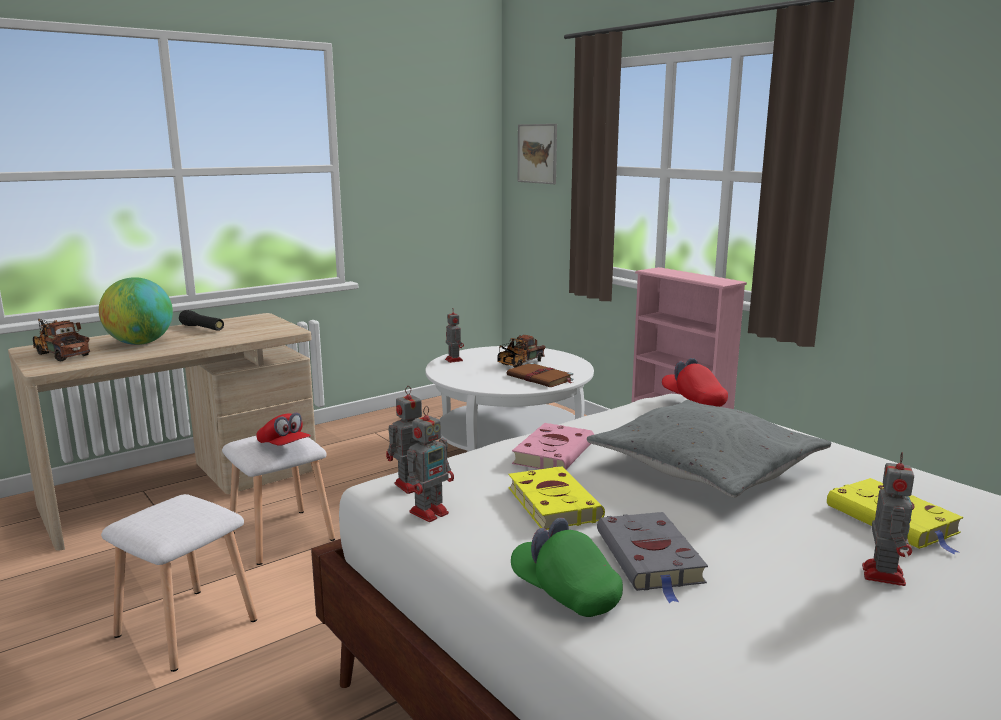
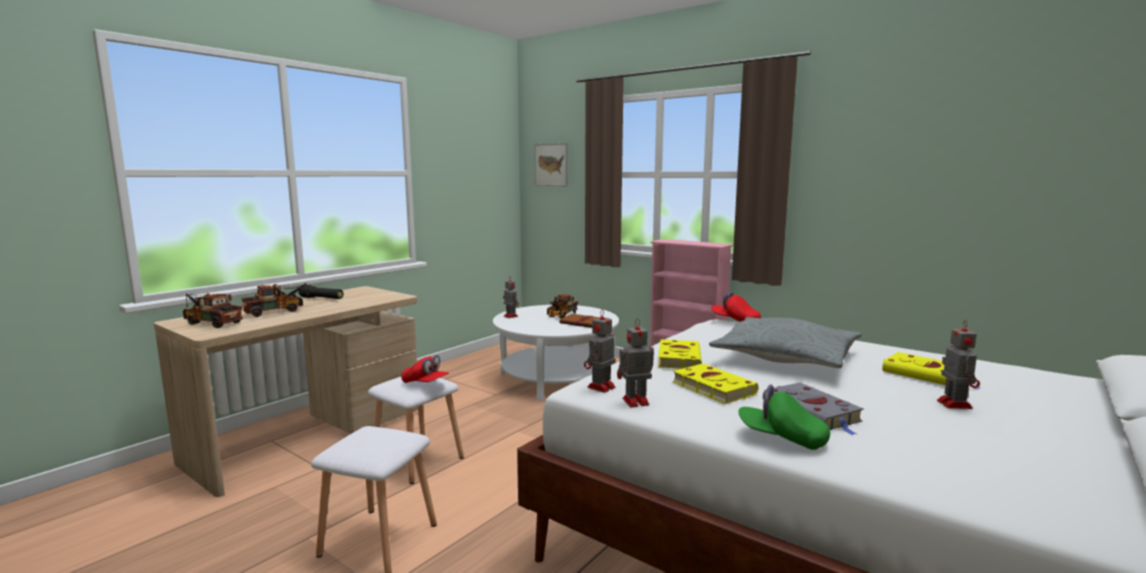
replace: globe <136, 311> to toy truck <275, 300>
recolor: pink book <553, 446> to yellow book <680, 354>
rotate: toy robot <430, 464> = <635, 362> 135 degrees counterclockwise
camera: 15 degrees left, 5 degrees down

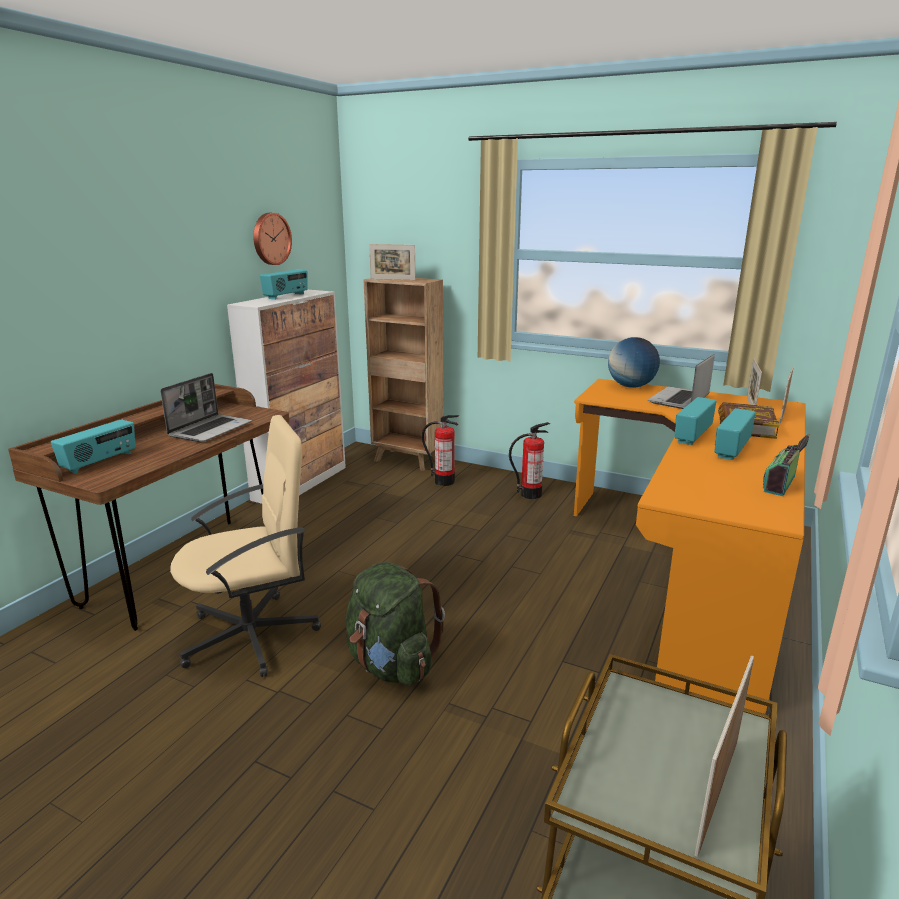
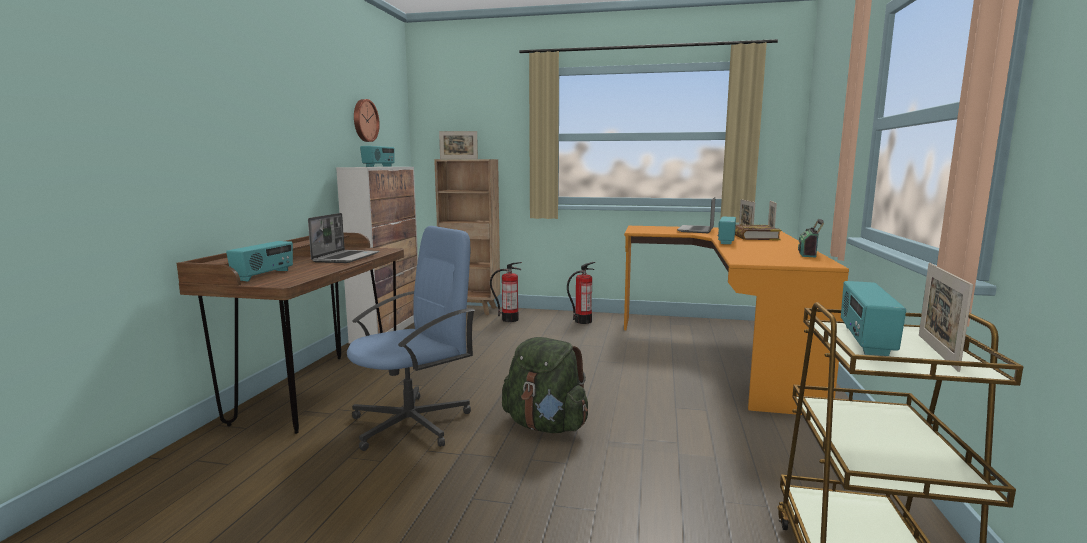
delete: globe <634, 362>
move: radio <735, 434> to <873, 318>
recolor: beige office chair <245, 546> to blue office chair <411, 338>
camera: 15 degrees left, 10 degrees down

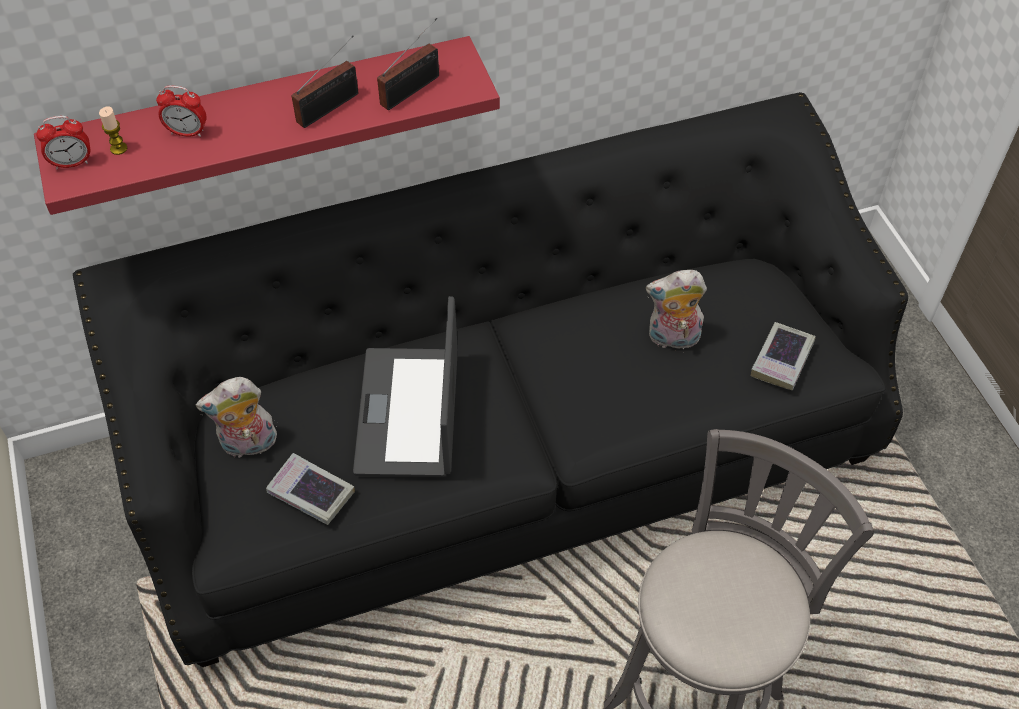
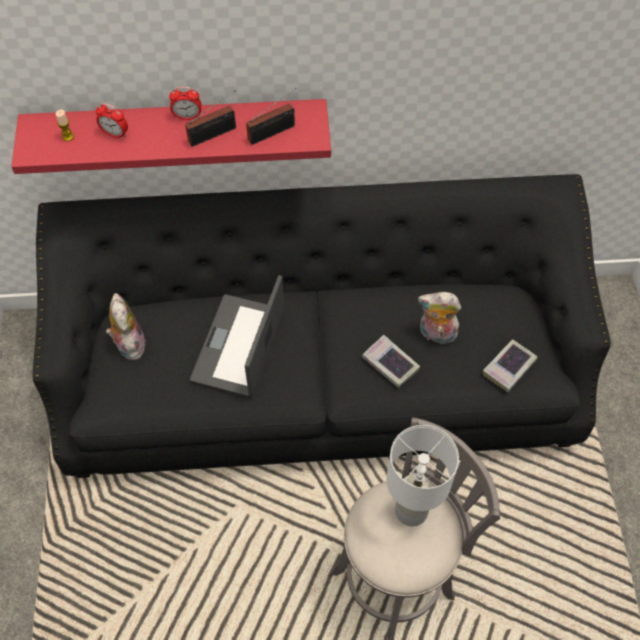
insert: white table lamp <422, 476>
move: alarm clock <63, 143> to <185, 103>; book <310, 489> to <391, 361>
rotate: plush toy <236, 417> = <126, 326> 75 degrees clockwise
camera: 15 degrees right, 5 degrees up

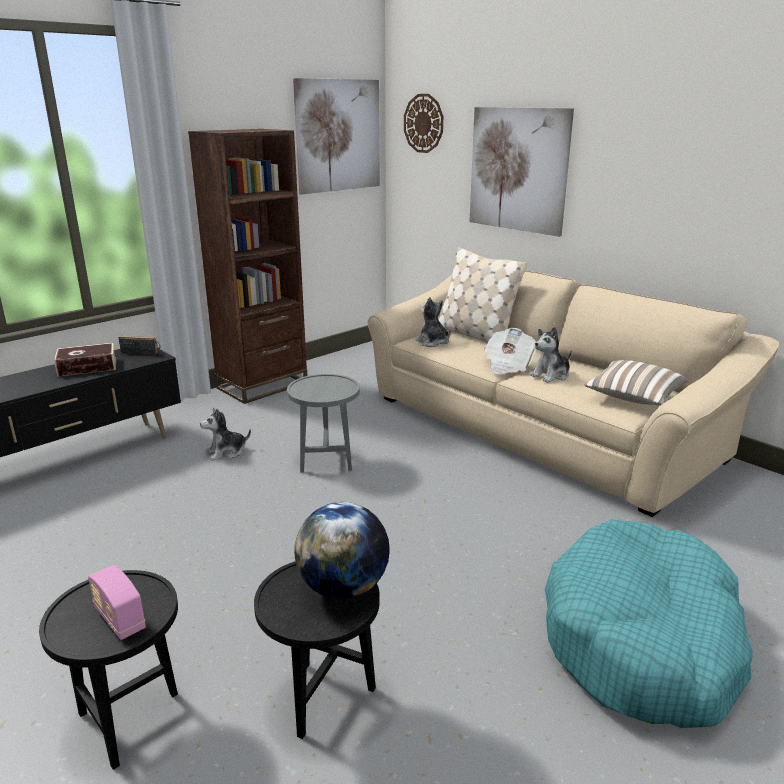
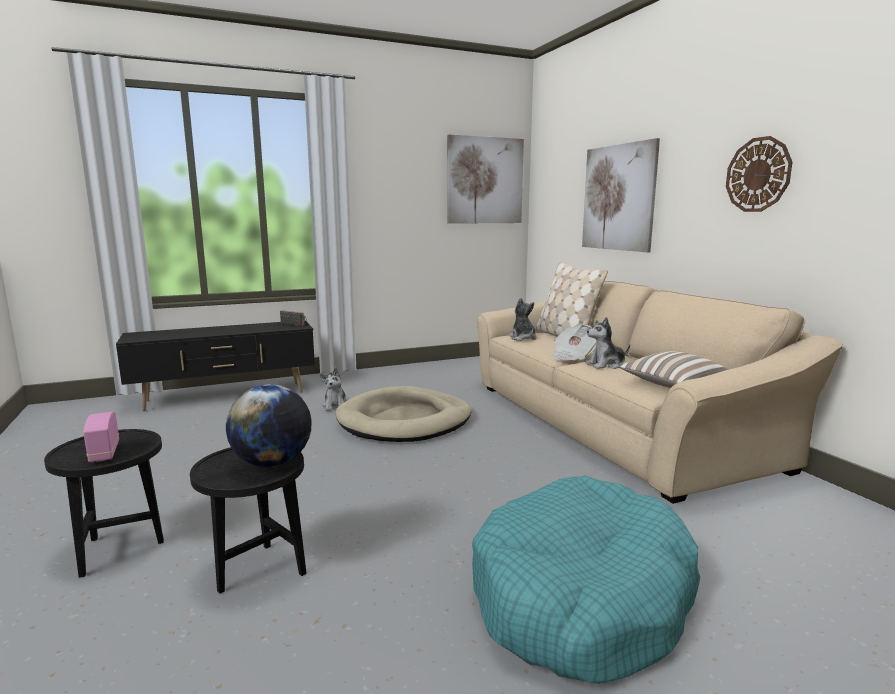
delete: book <85, 360>; brown bookcase <247, 266>
move: wall clock <423, 123> to <759, 174>
replace: grey side table <323, 423> to beige dog bed <404, 414>
rotate: plush toy <225, 434> = <333, 389> 90 degrees counterclockwise
camera: 20 degrees right, 10 degrees down

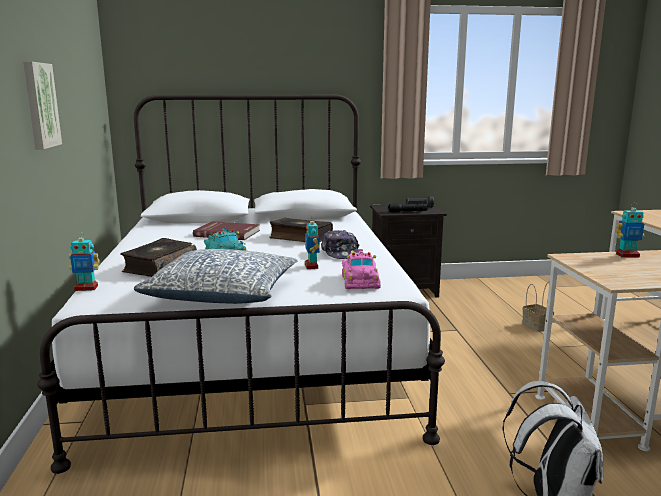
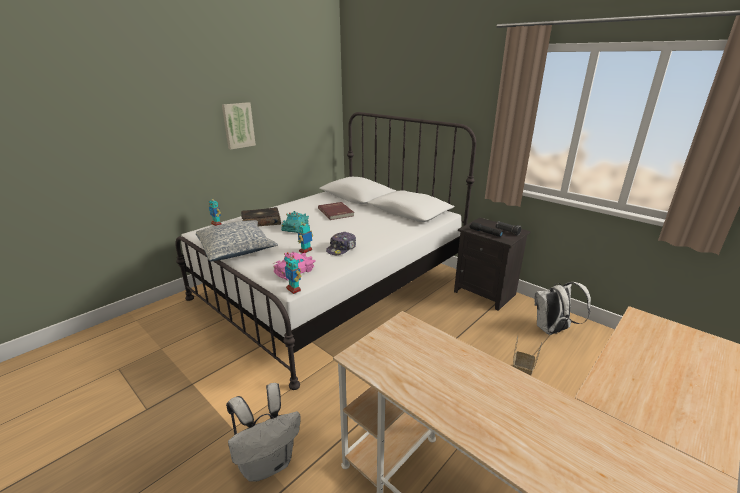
delete: book <301, 230>
insert: white backpack <562, 308>
move: toy robot <630, 230> to <293, 274>
camera: 50 degrees right, 10 degrees up

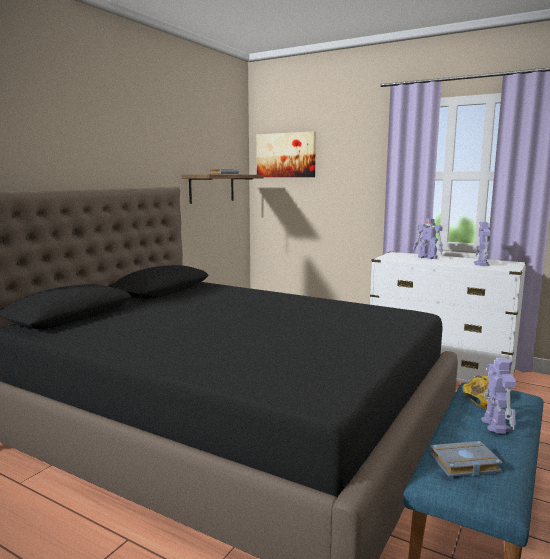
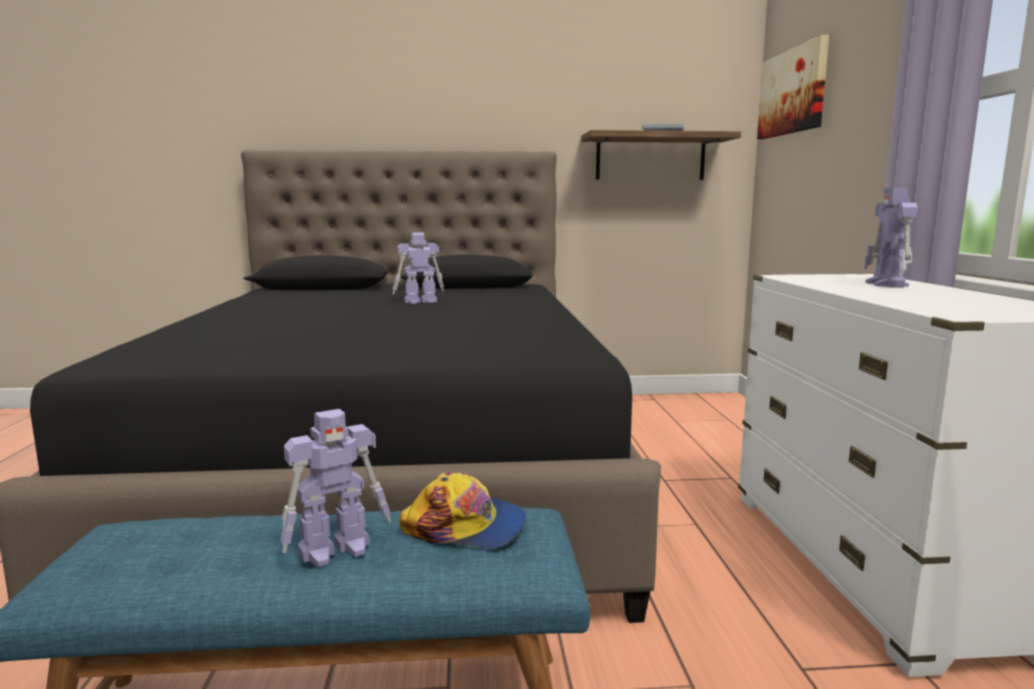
delete: grey book <466, 459>
move: toy robot <482, 244> to <418, 268>
camera: 55 degrees right, 0 degrees up

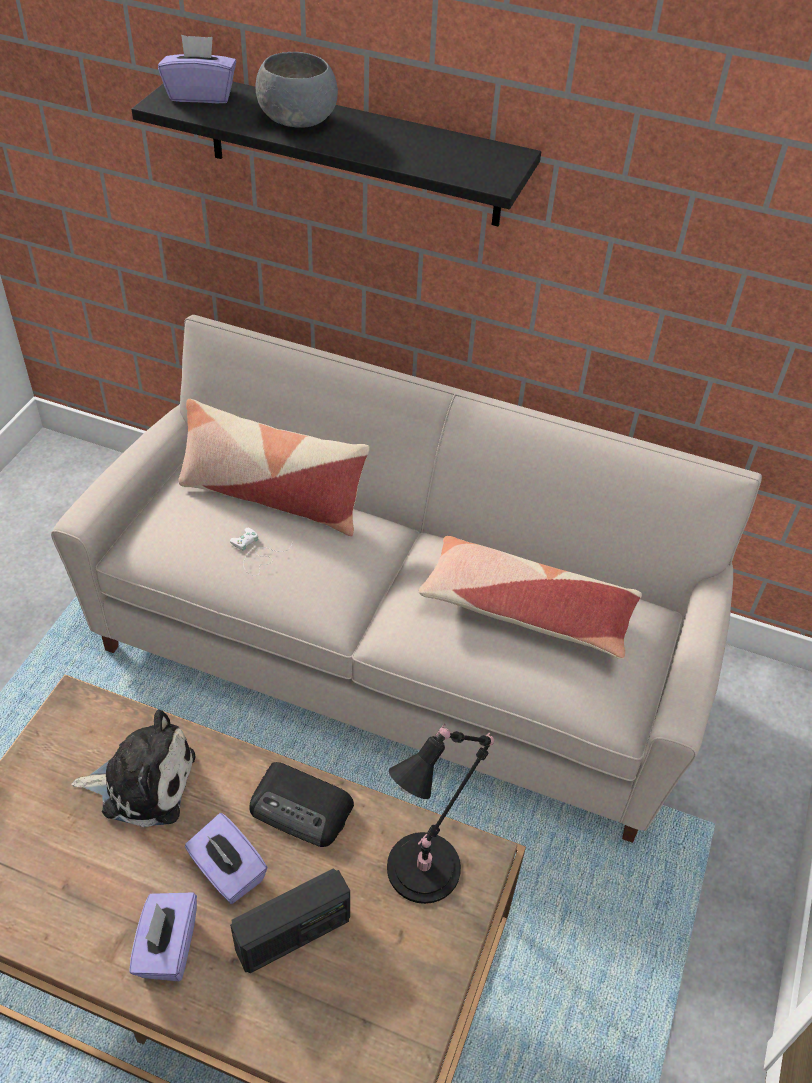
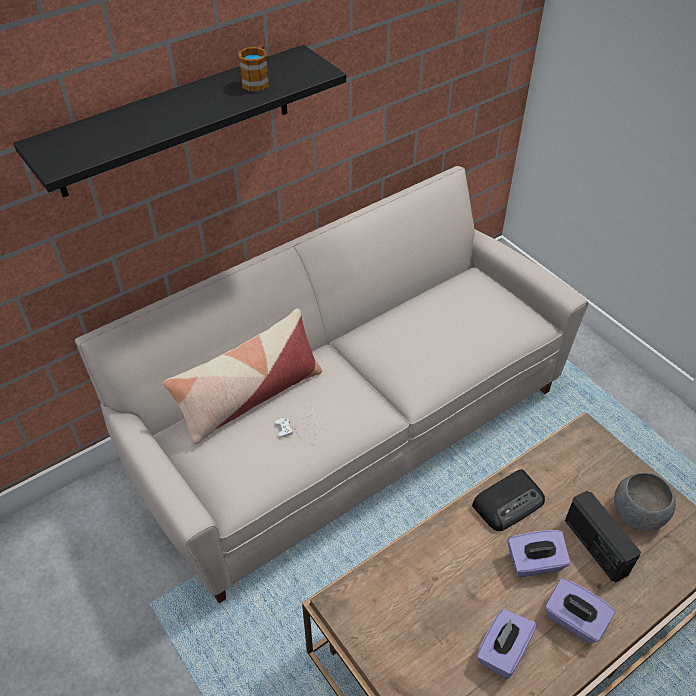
delete: plush toy <133, 768>; black table lamp <440, 813>; pillow <530, 597>
insert: mug <254, 68>
move: purple tissue box <197, 69> to <507, 644>; grey bowl <296, 90> to <645, 501>
rotate: radio <290, 920> = <603, 537> 150 degrees clockwise
camera: 55 degrees left, 0 degrees up

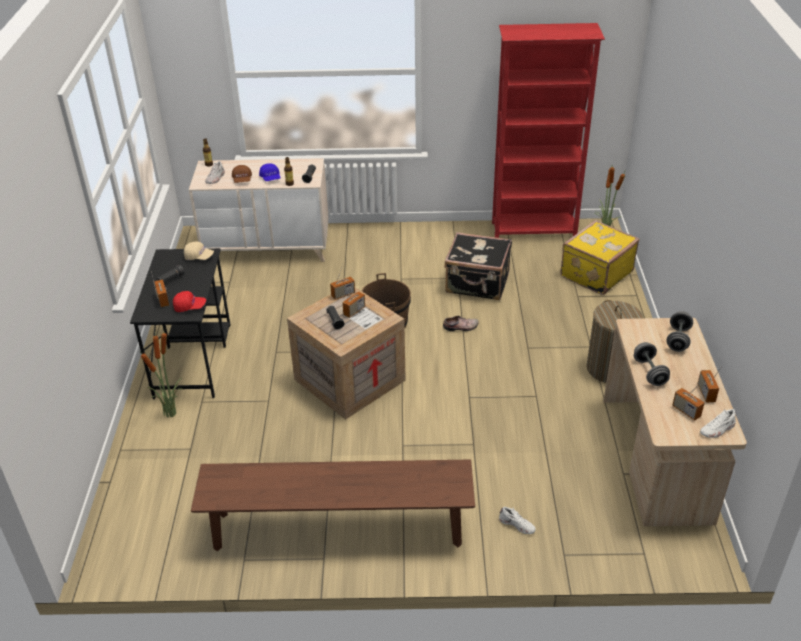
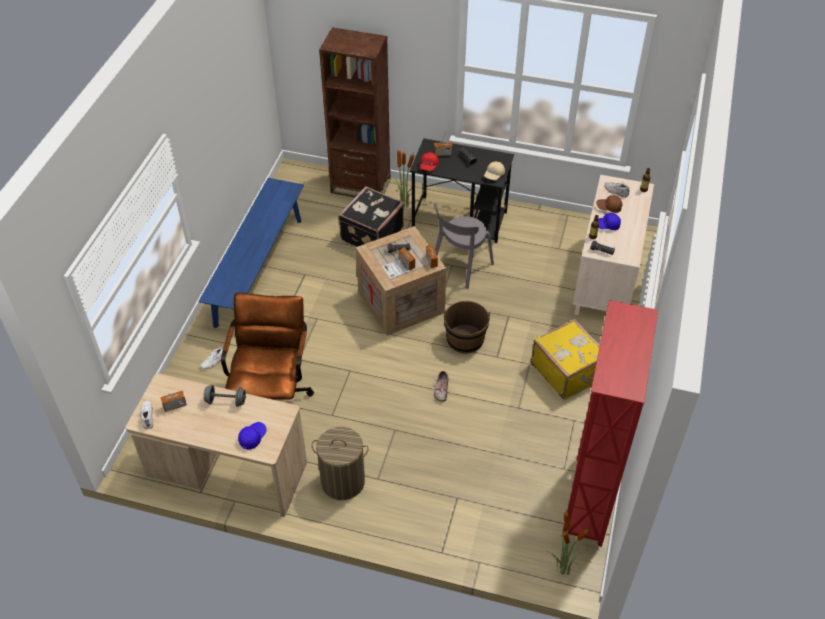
delete: radio <710, 384>
insert: brown office chair <267, 346>; brown bookcase <355, 112>; grey chair <463, 246>
move: black suitcase <478, 266> to <371, 216>; yellow suitcase <599, 257> to <565, 359>
replace: grey dumbbell <680, 331> to blue cap <252, 436>
recolor: brown bench <333, 505> to blue bench <251, 253>
camera: 105 degrees right, 10 degrees up

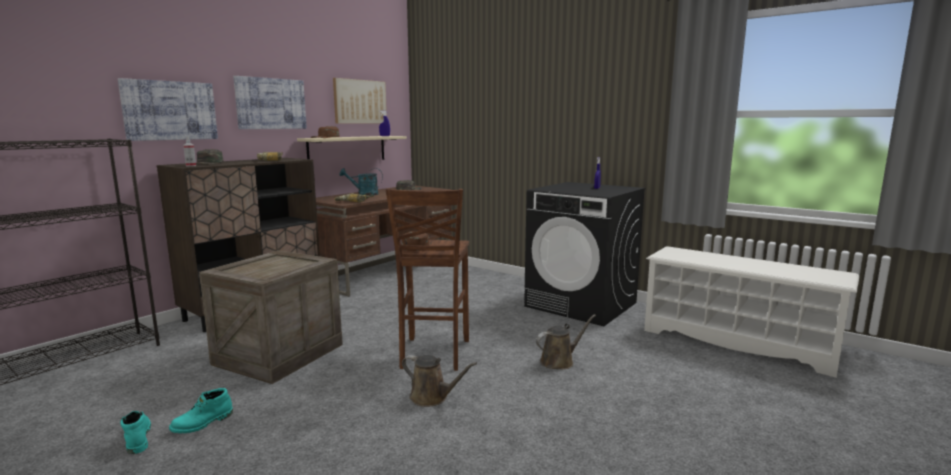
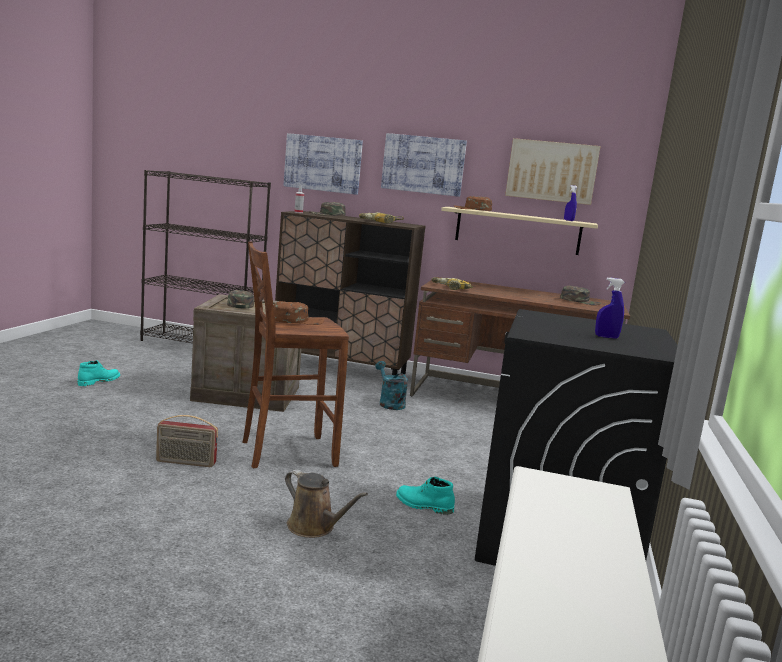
insert: green cap <240, 299>
move: turquoise boot <201, 410> to <425, 496>; turquoise watering can <361, 182> to <391, 385>
replace: brown watering can <439, 381> to radio <187, 441>
camera: 65 degrees right, 0 degrees up

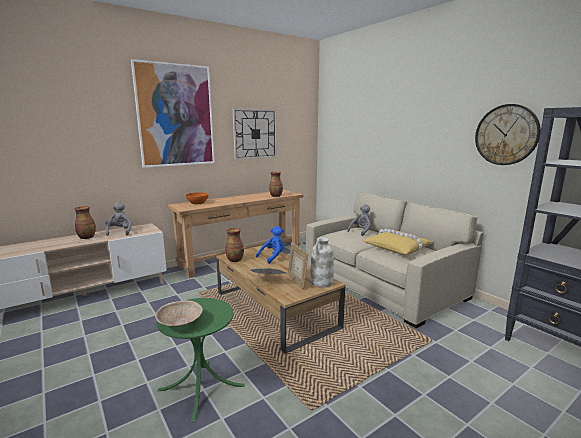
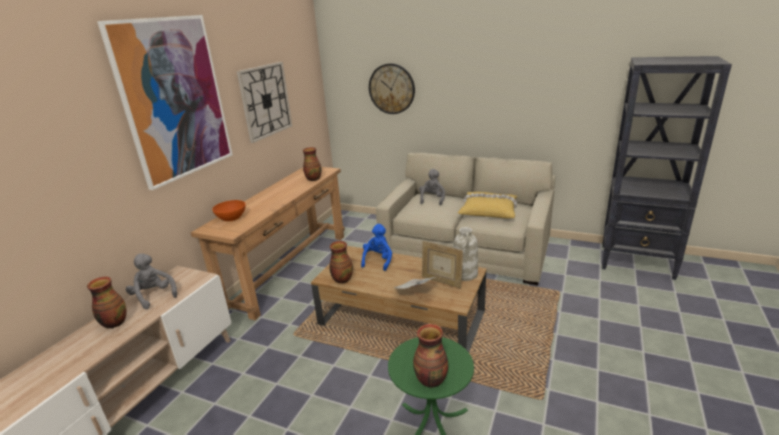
move: wall clock <508, 134> to <392, 88>
replace: beige bowl <179, 314> to vase <430, 356>
camera: 30 degrees left, 10 degrees up

